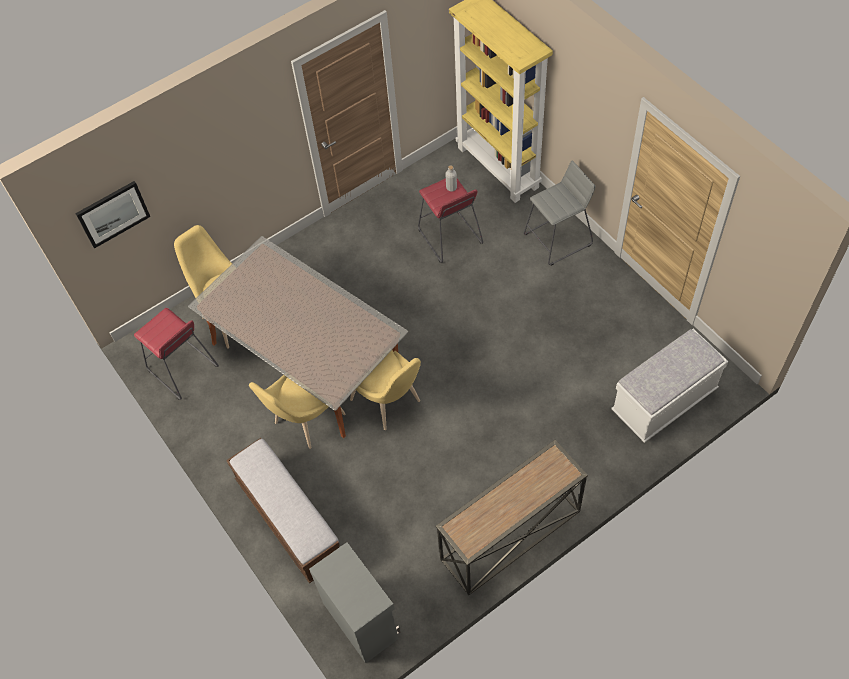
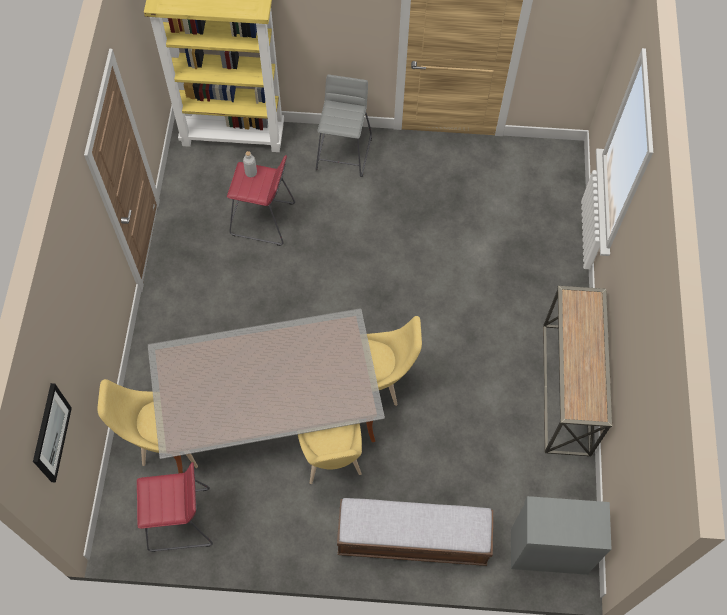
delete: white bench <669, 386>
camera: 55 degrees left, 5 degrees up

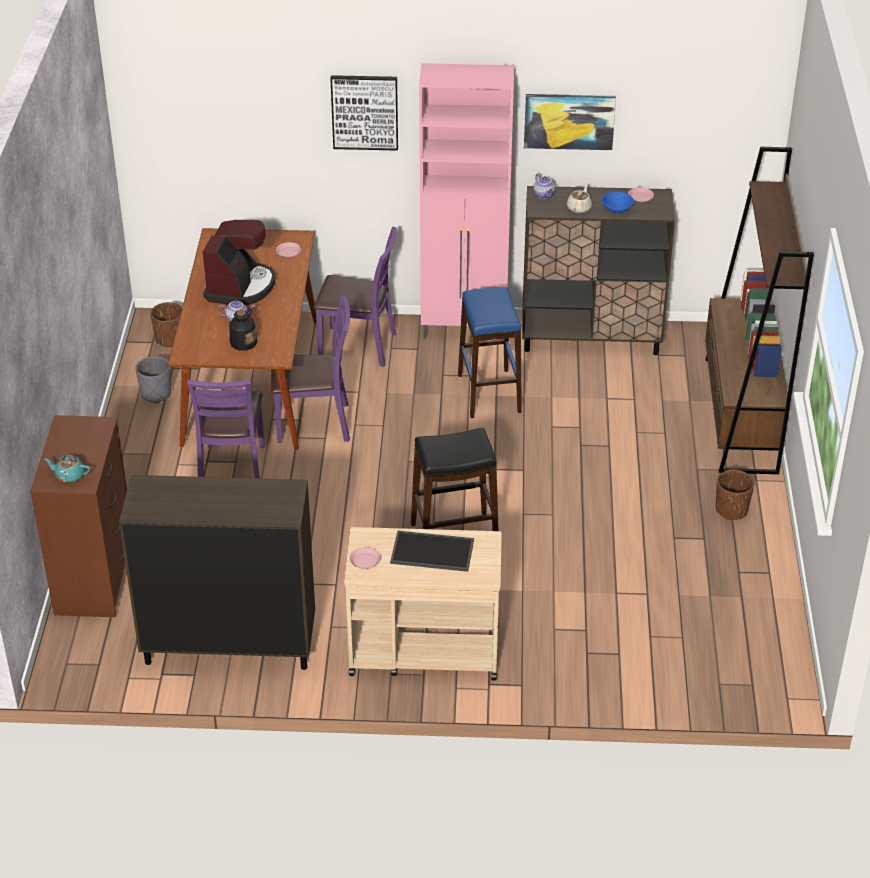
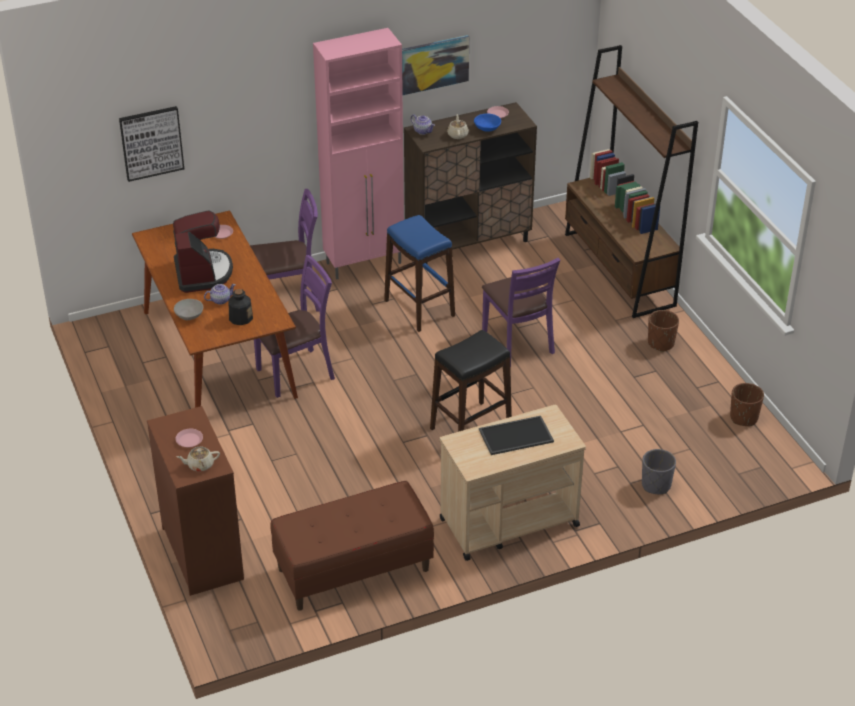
insert: grey bowl <188, 309>
move: grey planter <153, 379> to <659, 471>; brown planter <166, 325> to <747, 404>; purple chair <226, 429> to <521, 312>; picture <364, 113> to <151, 144>; pink plate <365, 558> to <189, 438>
replace: brown cabinet <217, 572> to brown bench <352, 546>
recolor: turquoise teapot <67, 469> to beige teapot <198, 459>
camera: 25 degrees left, 0 degrees up

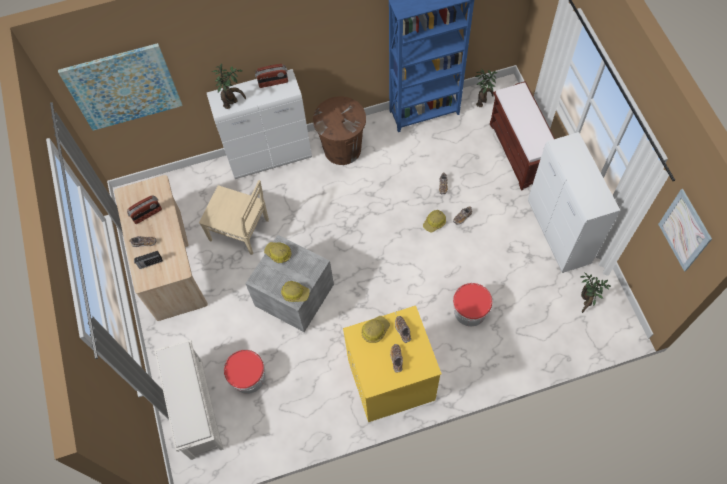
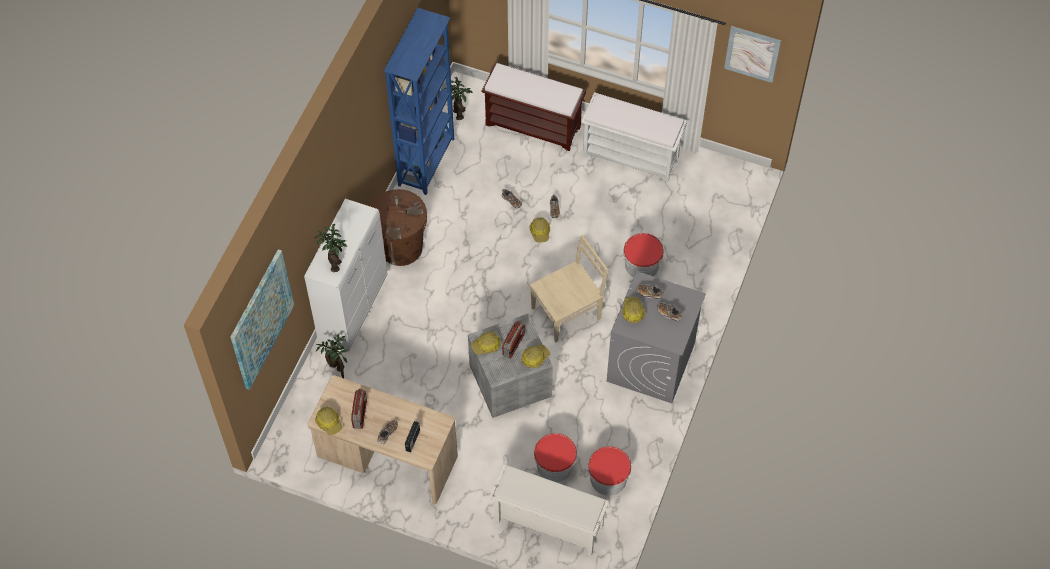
insert: hard hat <328, 421>; bucket <609, 471>
move: beige chair <234, 217> to <569, 289>; radio <271, 76> to <513, 339>; potted plant <595, 292> to <332, 356>
replace: white cabinet <574, 202> to white bench <634, 137>
recolor: yellow washing machine <392, 364> to grey washing machine <656, 337>
camera: 55 degrees left, 5 degrees down

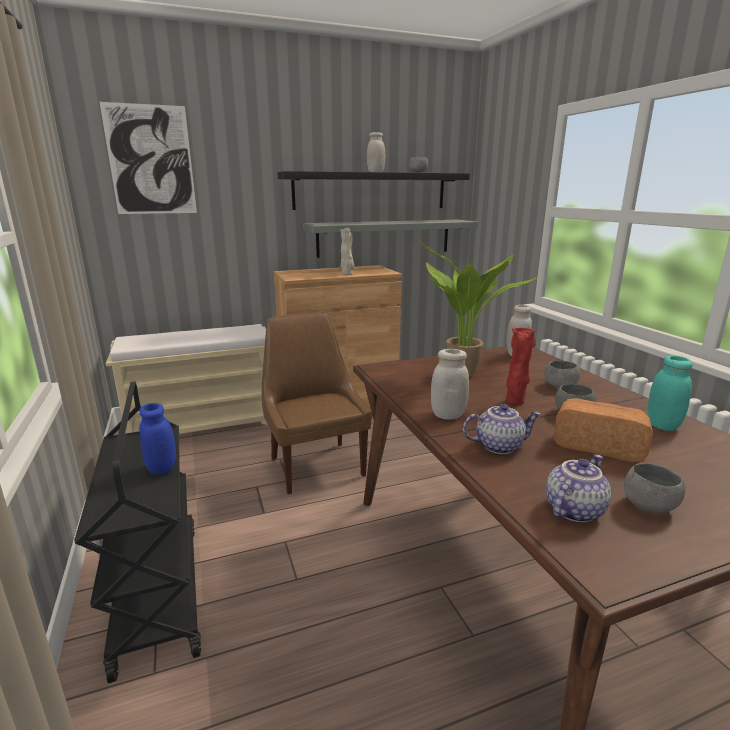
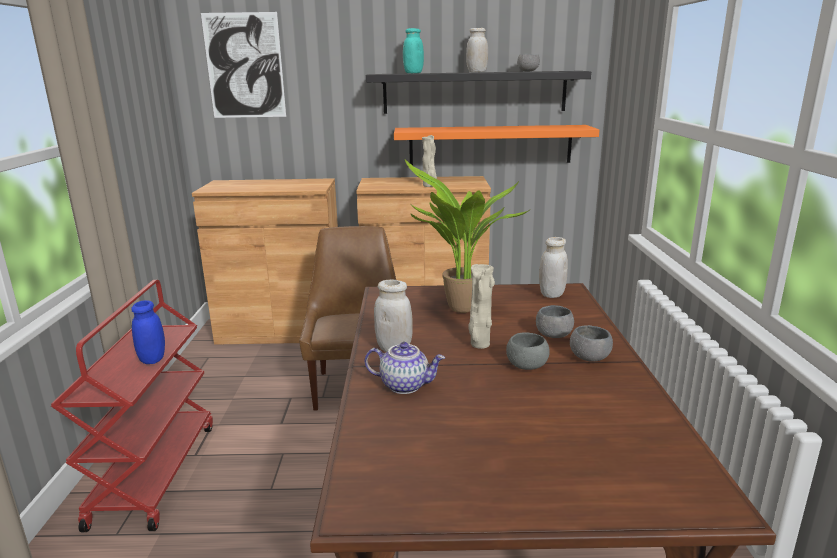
delete: teapot <578, 488>; bread <603, 430>
move: grey bowl <654, 488> to <591, 343>; turquoise jar <670, 393> to <413, 50>
replace: beige bench <187, 379> to brown cabinet <265, 261>
recolor: black cart <137, 532> to red cart <132, 406>; grey shelf <390, 239> to orange shelf <496, 145>; red vase <521, 366> to beige vase <481, 306>
camera: 20 degrees right, 0 degrees up

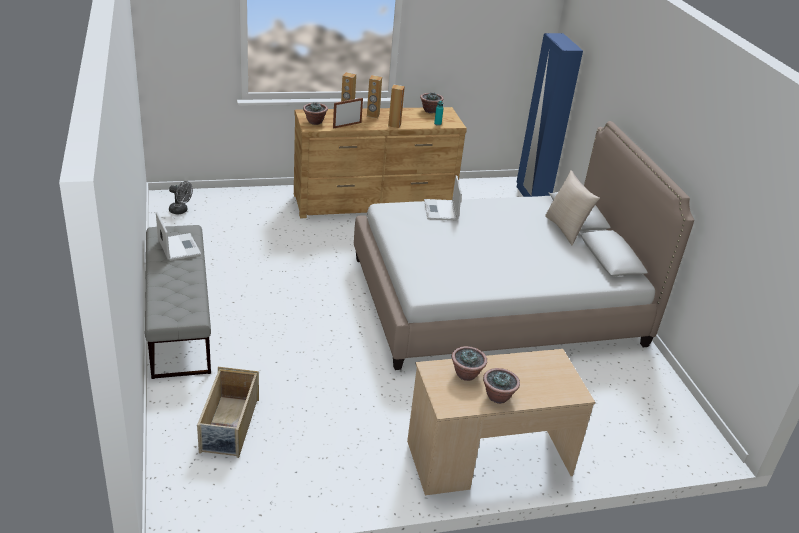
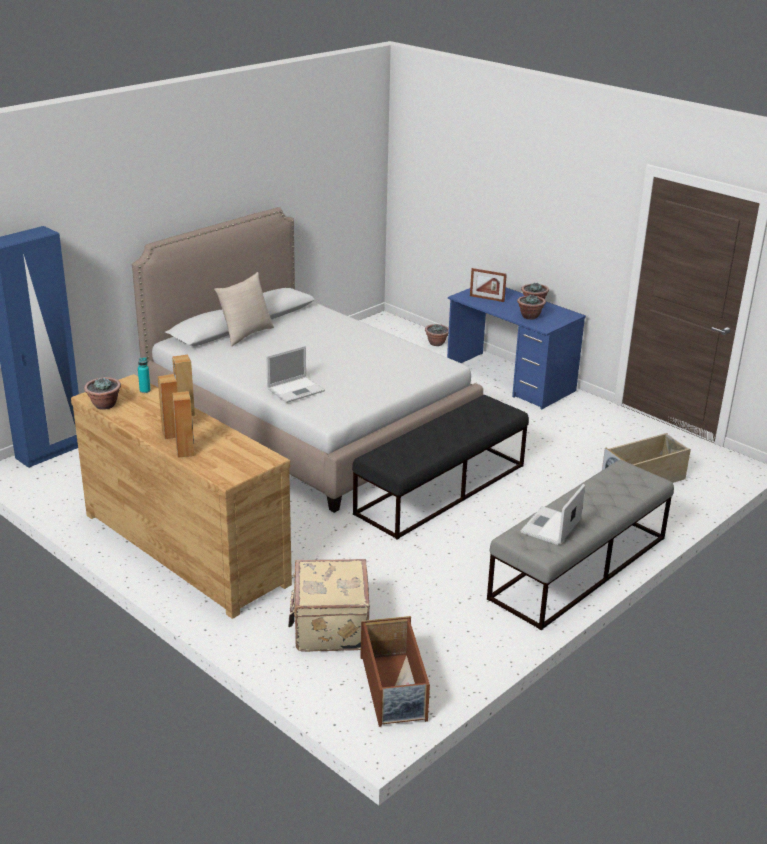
insert: beige suitcase <329, 605>; black bench <440, 467>
move: potted plant <315, 113> to <437, 335>; picture frame <348, 113> to <488, 285>
replace: grey fan <181, 197> to brown storage box <395, 671>
recolor: beige desk <501, 422> to blue desk <516, 349>
camera: 120 degrees left, 5 degrees down

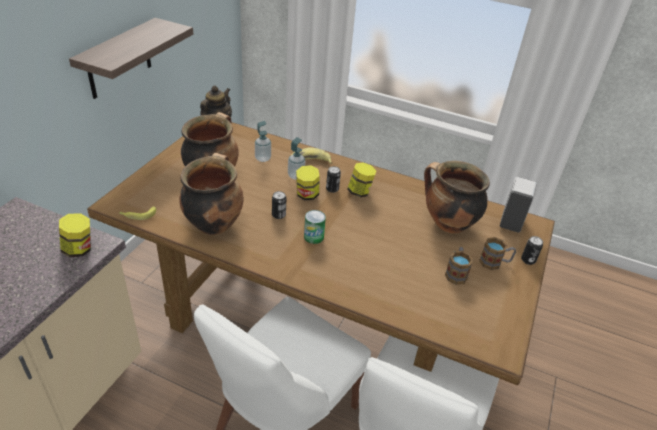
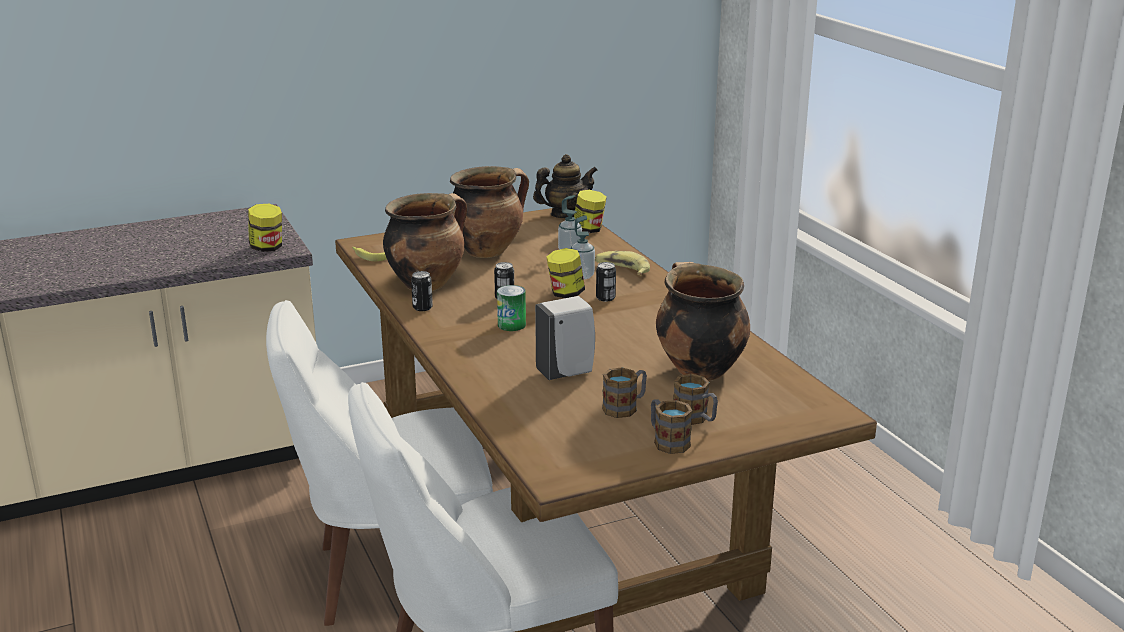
delete: shelf <131, 58>
insert: mug <672, 426>
move: jar <362, 179> to <590, 211>; white soap dispenser <518, 205> to <565, 338>; can <532, 250> to <422, 291>
camera: 45 degrees right, 15 degrees down

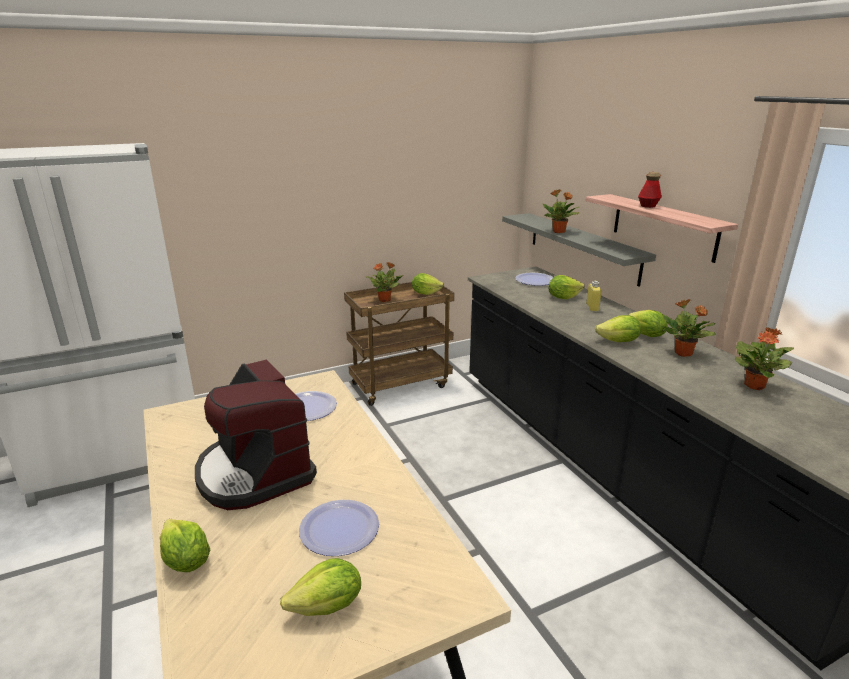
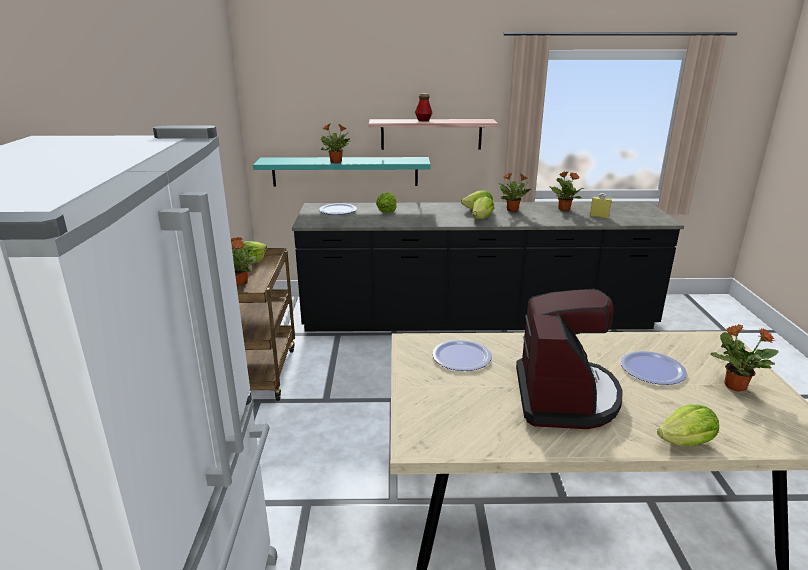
move: yellow bottle <594, 296> to <601, 206>
replace: lettuce <320, 587> to potted plant <745, 358>
recolor: grey shelf <579, 250> to turquoise shelf <342, 172>
rotate: coffee machine <256, 435> = <569, 359> 75 degrees counterclockwise
camera: 65 degrees left, 0 degrees up

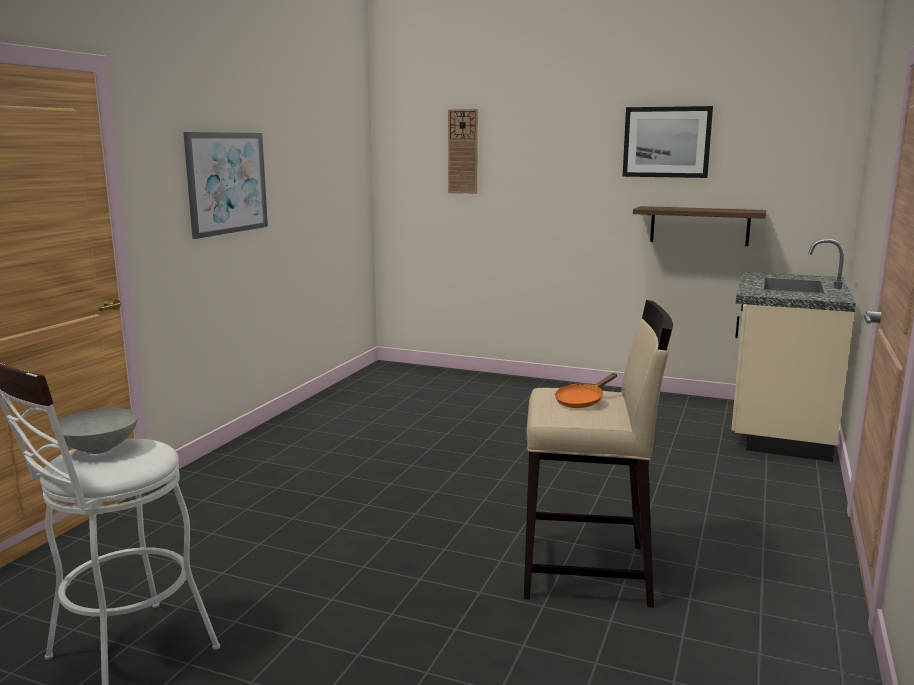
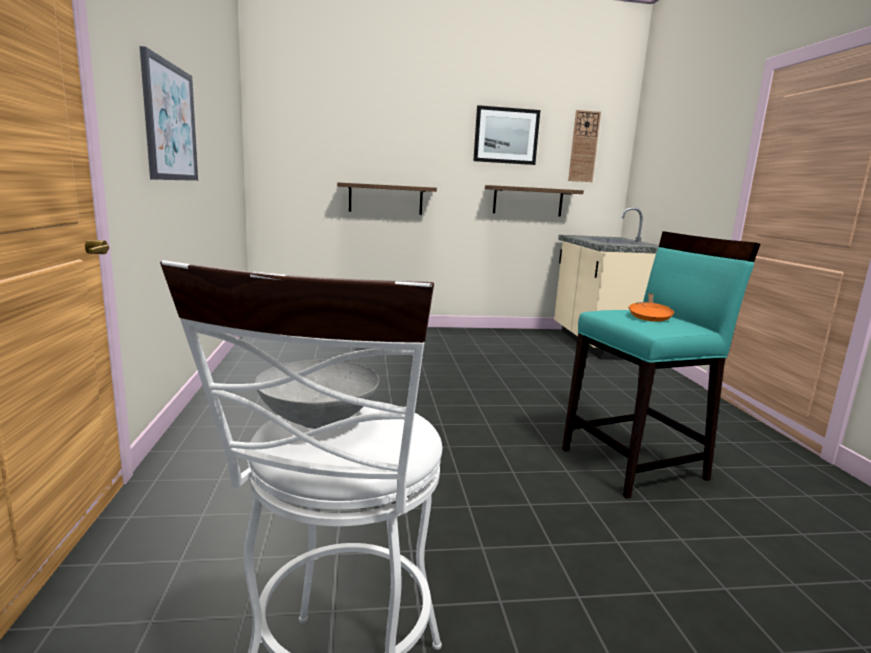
insert: shelf <387, 198>
move: wall clock <463, 151> to <584, 146>
recolor: beige stool <598, 454> to turquoise stool <661, 365>
camera: 30 degrees left, 0 degrees up

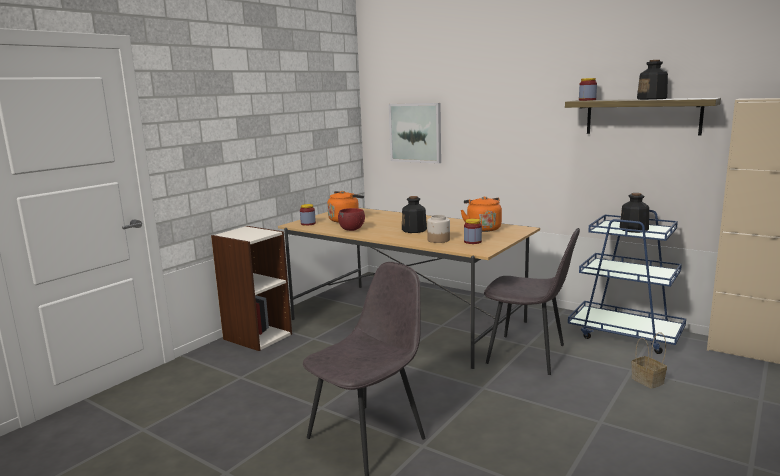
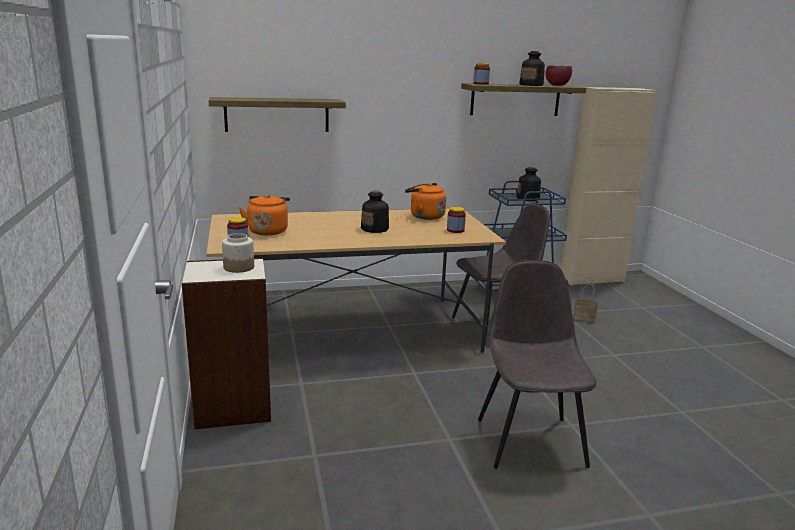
move: red bowl <351, 219> to <559, 75>; jar <438, 229> to <238, 253>
replace: picture <415, 133> to shelf <277, 114>
camera: 50 degrees left, 5 degrees up

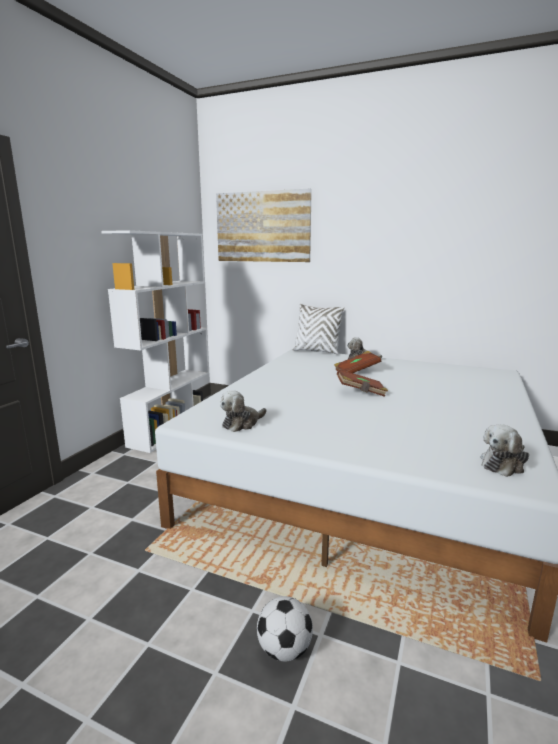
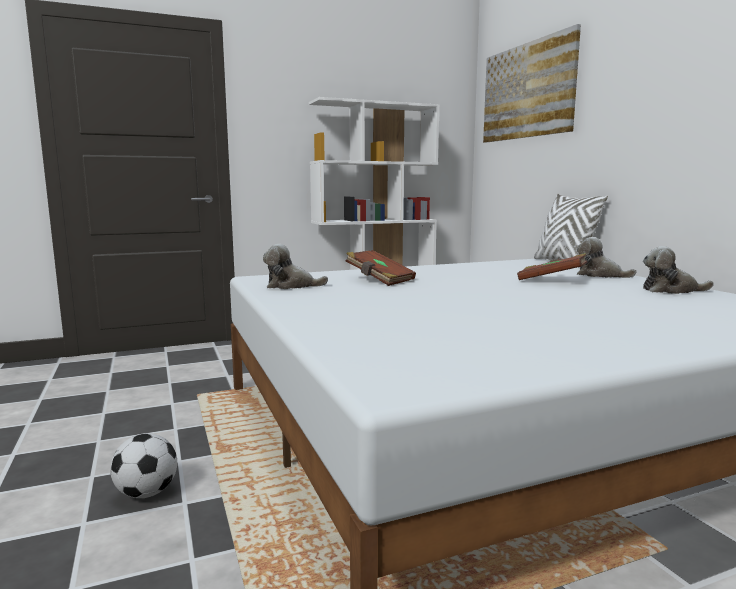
move: brown book <362, 383> to <380, 268>; plush toy <505, 450> to <678, 270>
camera: 45 degrees right, 5 degrees down

